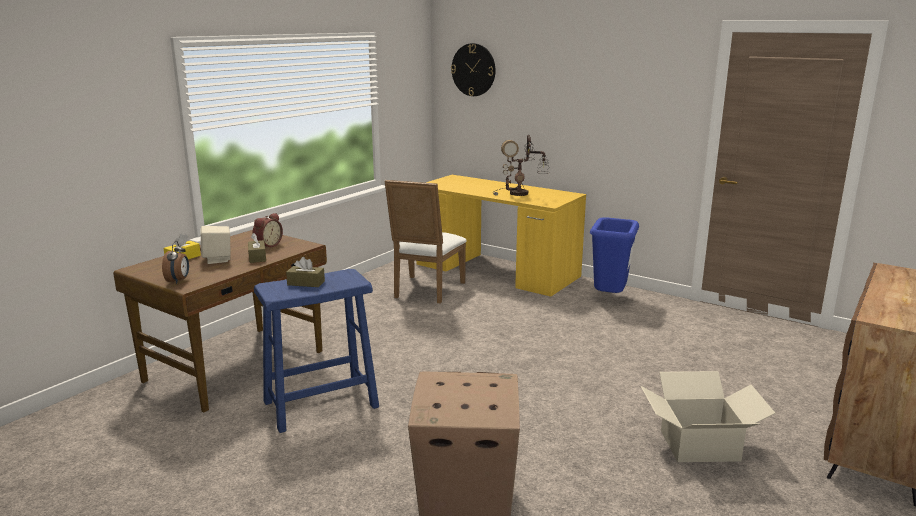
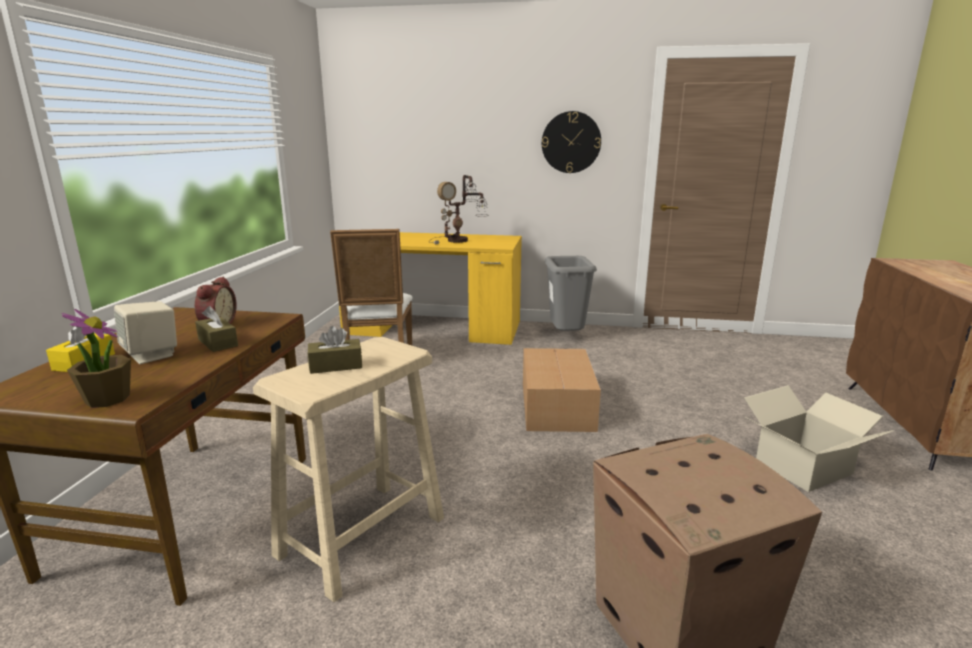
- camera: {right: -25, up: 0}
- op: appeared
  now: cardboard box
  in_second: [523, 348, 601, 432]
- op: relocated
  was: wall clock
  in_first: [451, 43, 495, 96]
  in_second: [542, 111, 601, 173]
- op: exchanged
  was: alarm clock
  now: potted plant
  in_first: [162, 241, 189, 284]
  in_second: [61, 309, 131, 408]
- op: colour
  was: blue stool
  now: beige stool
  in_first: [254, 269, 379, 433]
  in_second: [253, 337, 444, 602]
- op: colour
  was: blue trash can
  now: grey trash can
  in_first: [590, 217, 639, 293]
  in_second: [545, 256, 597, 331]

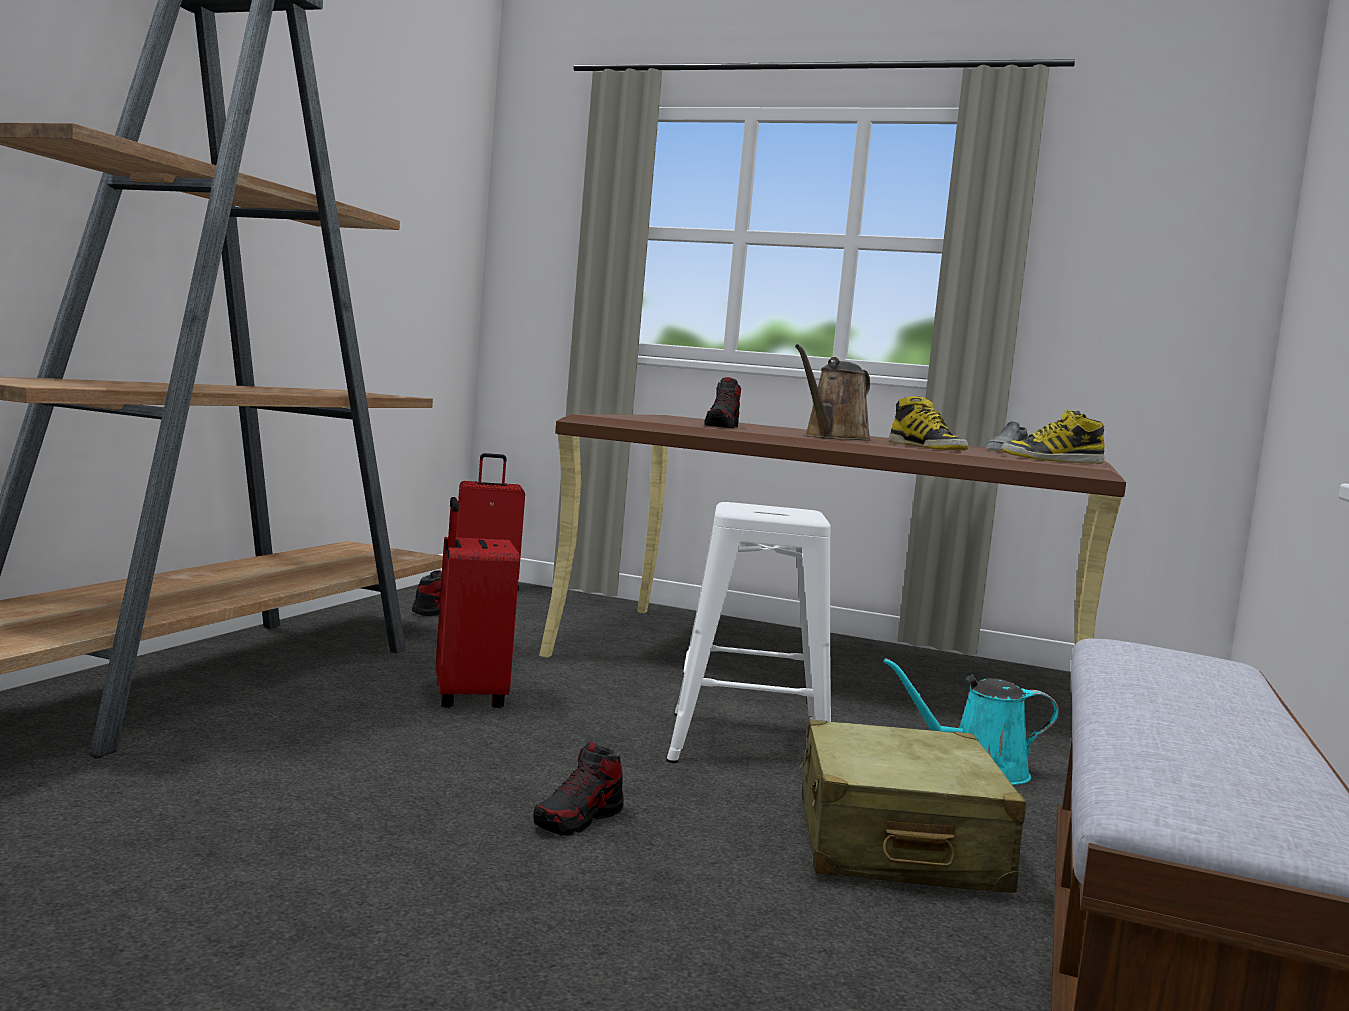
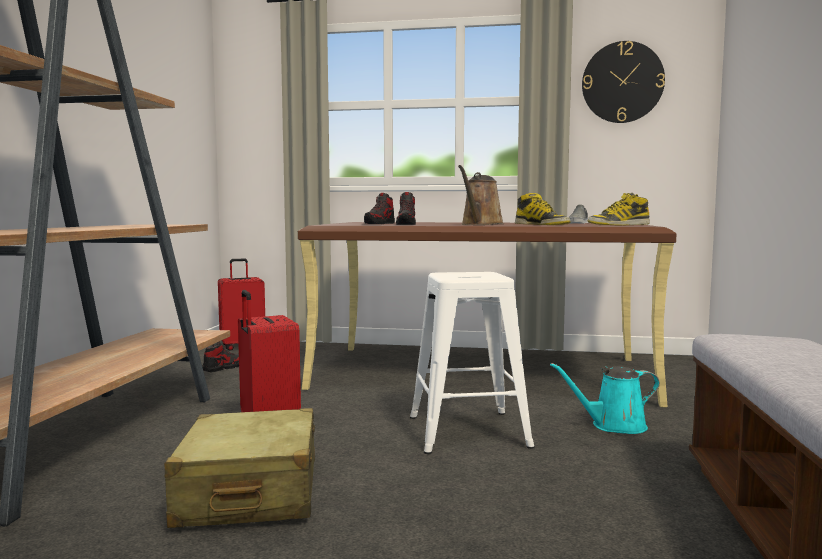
- camera: {right: -10, up: 0}
- op: appeared
  now: wall clock
  in_second: [582, 41, 665, 123]
- op: relocated
  was: shoe
  in_first: [533, 741, 624, 836]
  in_second: [364, 193, 395, 224]
- op: relocated
  was: beige suitcase
  in_first: [799, 719, 1027, 893]
  in_second: [164, 408, 315, 528]

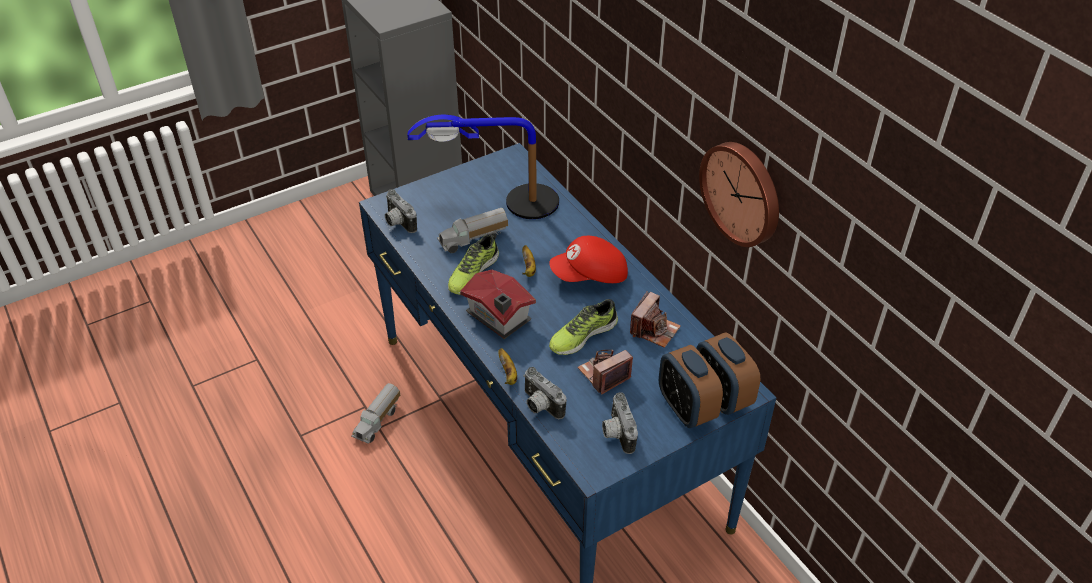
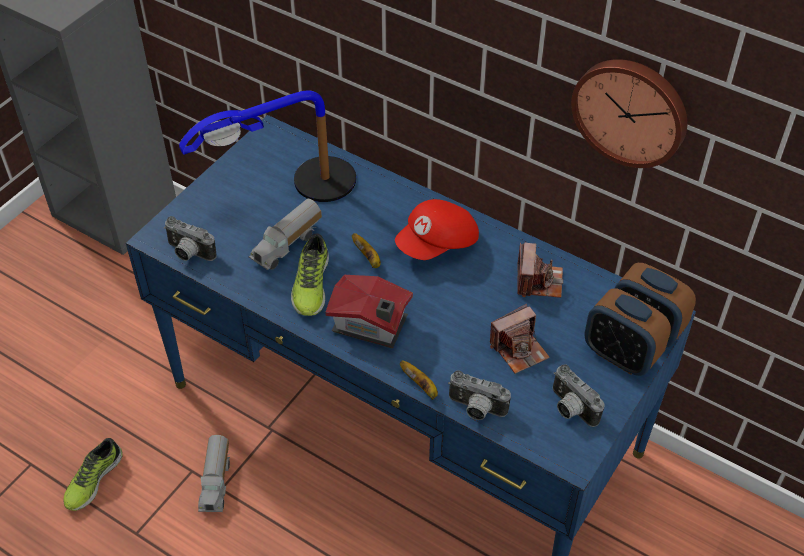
- camera: {right: -25, up: 5}
- op: relocated
  was: shoe
  in_first: [549, 299, 618, 355]
  in_second: [64, 438, 123, 511]
- op: spun
  was: photo camera
  in_first: [577, 350, 633, 395]
  in_second: [490, 304, 549, 374]
  clockwise: -150

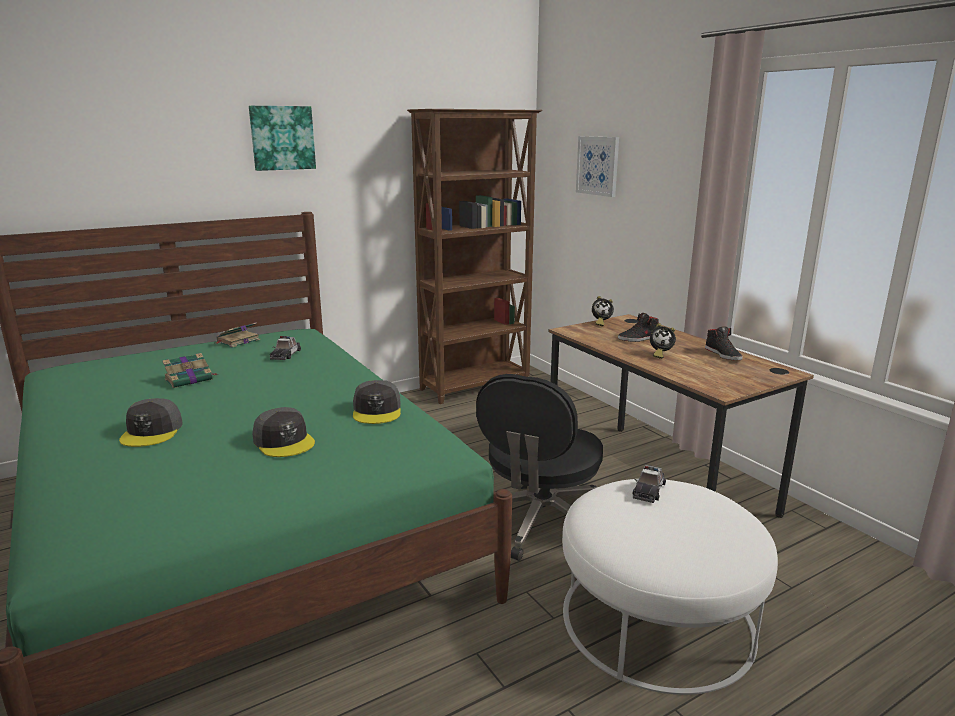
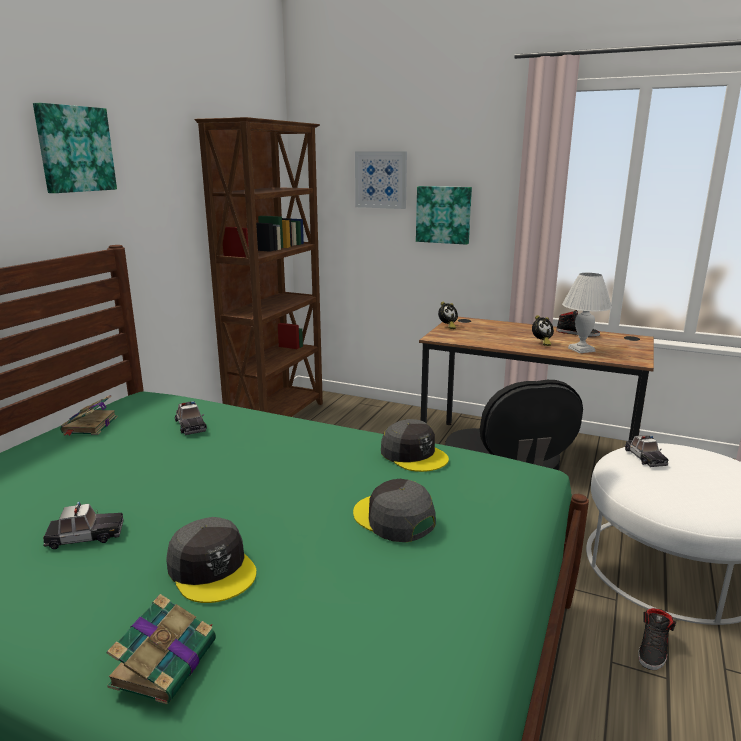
- camera: {right: -35, up: 0}
- op: appeared
  now: toy car
  in_second: [43, 502, 124, 549]
- op: appeared
  now: picture
  in_second: [416, 186, 472, 245]
- op: appeared
  now: white table lamp
  in_second: [562, 273, 612, 354]
- op: relocated
  was: book
  in_first: [162, 353, 218, 388]
  in_second: [107, 594, 216, 704]
- op: relocated
  was: black shoe
  in_first: [618, 313, 659, 342]
  in_second: [638, 608, 676, 670]
- op: spun
  was: grey cap
  in_first: [252, 407, 315, 457]
  in_second: [353, 479, 436, 542]
  clockwise: -150

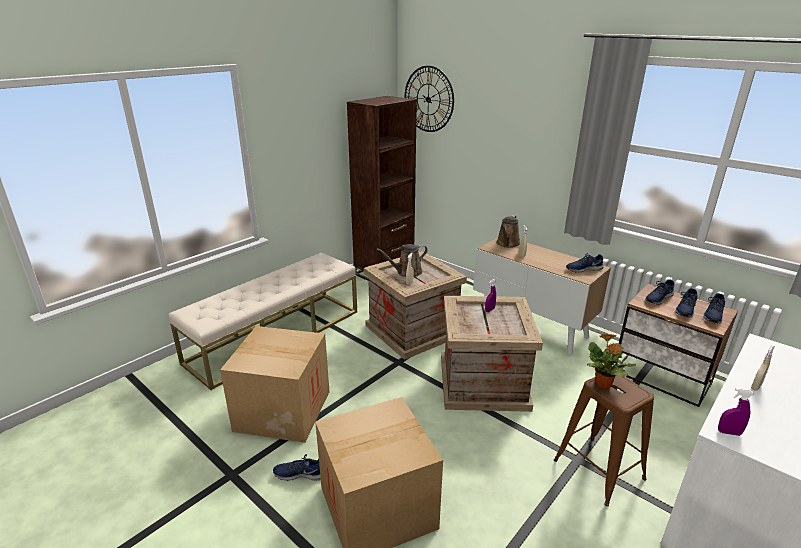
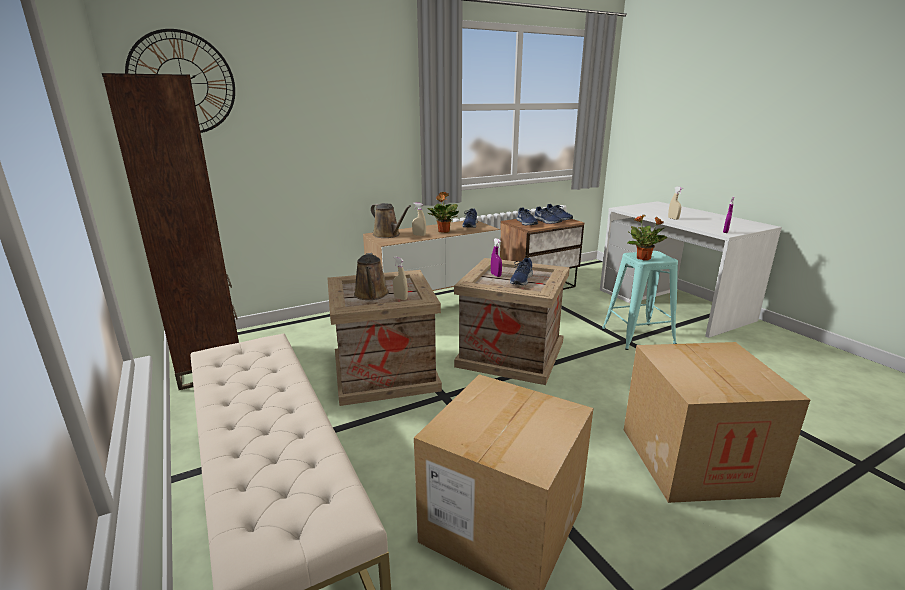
- camera: {right: -70, up: -5}
- op: appeared
  now: potted plant
  in_second: [428, 192, 459, 233]
- op: relocated
  was: blue shoe
  in_first: [273, 454, 321, 481]
  in_second: [510, 258, 533, 285]
- op: colour
  was: brown stool
  now: turquoise stool
  in_first: [554, 376, 654, 506]
  in_second: [602, 251, 678, 350]

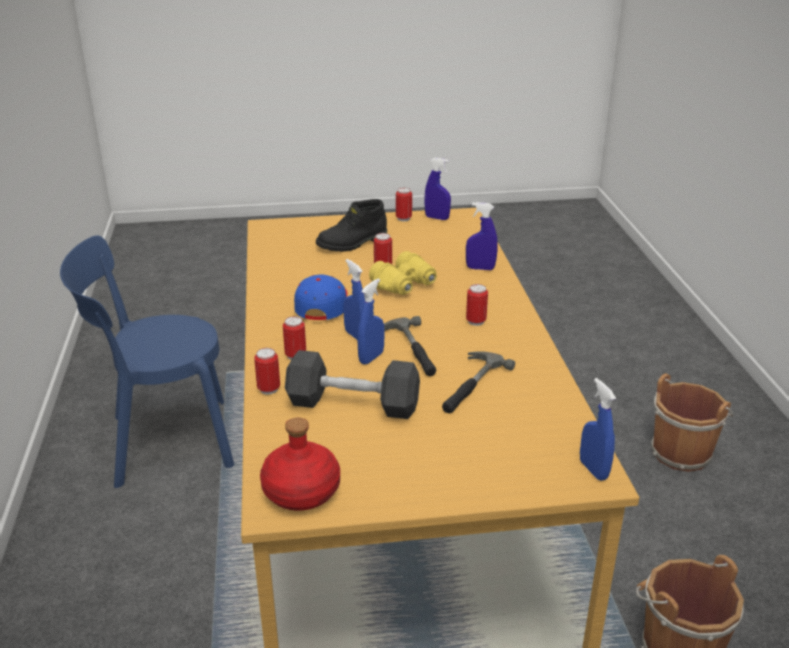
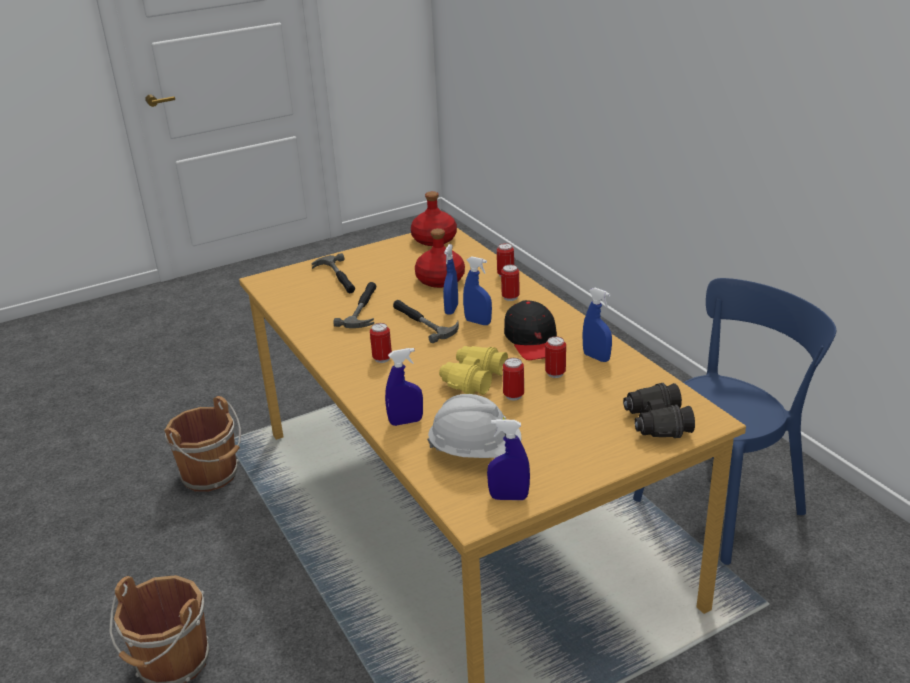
- camera: {right: 160, up: 0}
- op: missing
  was: black boot
  in_first: [316, 199, 387, 252]
- op: appeared
  now: hammer
  in_second: [312, 253, 355, 293]
- op: appeared
  now: white hard hat
  in_second: [427, 394, 521, 458]
- op: appeared
  now: black binoculars
  in_second: [623, 383, 695, 438]
- op: relocated
  was: can
  in_first: [396, 188, 412, 221]
  in_second: [545, 336, 566, 378]
- op: relocated
  was: blue spray bottle
  in_first: [580, 378, 616, 481]
  in_second: [582, 288, 612, 362]
- op: exchanged
  was: grey dumbbell
  now: red bottle
  in_first: [285, 350, 420, 419]
  in_second: [415, 228, 465, 288]
- op: colour
  was: blue cap
  now: black cap
  in_first: [294, 274, 347, 320]
  in_second: [504, 300, 557, 360]

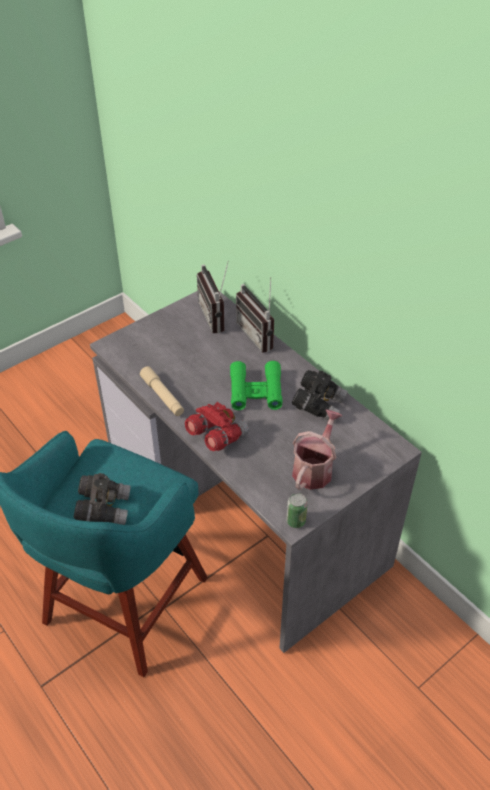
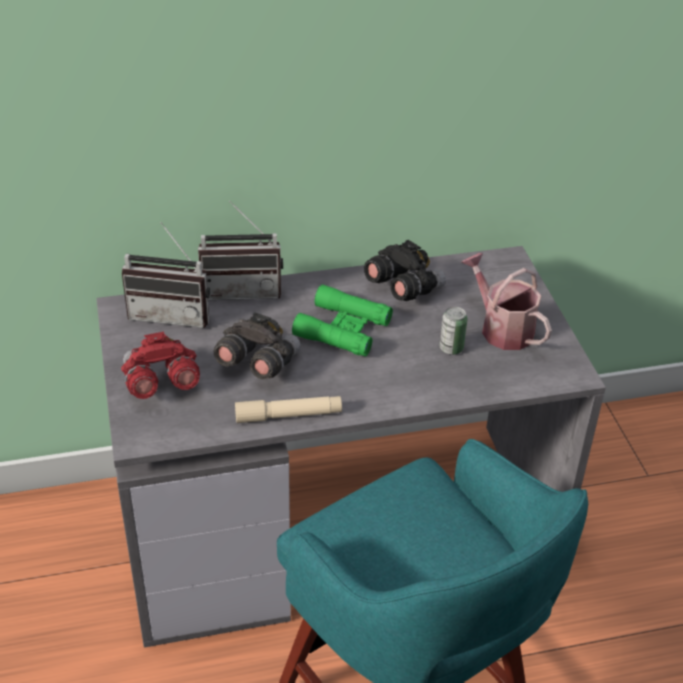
- camera: {right: -65, up: -5}
- op: relocated
  was: grey binoculars
  in_first: [73, 473, 131, 525]
  in_second: [214, 312, 301, 380]
- op: relocated
  was: red binoculars
  in_first: [185, 402, 249, 451]
  in_second: [121, 332, 200, 399]
- op: relocated
  was: can
  in_first: [286, 493, 308, 528]
  in_second: [440, 307, 467, 355]

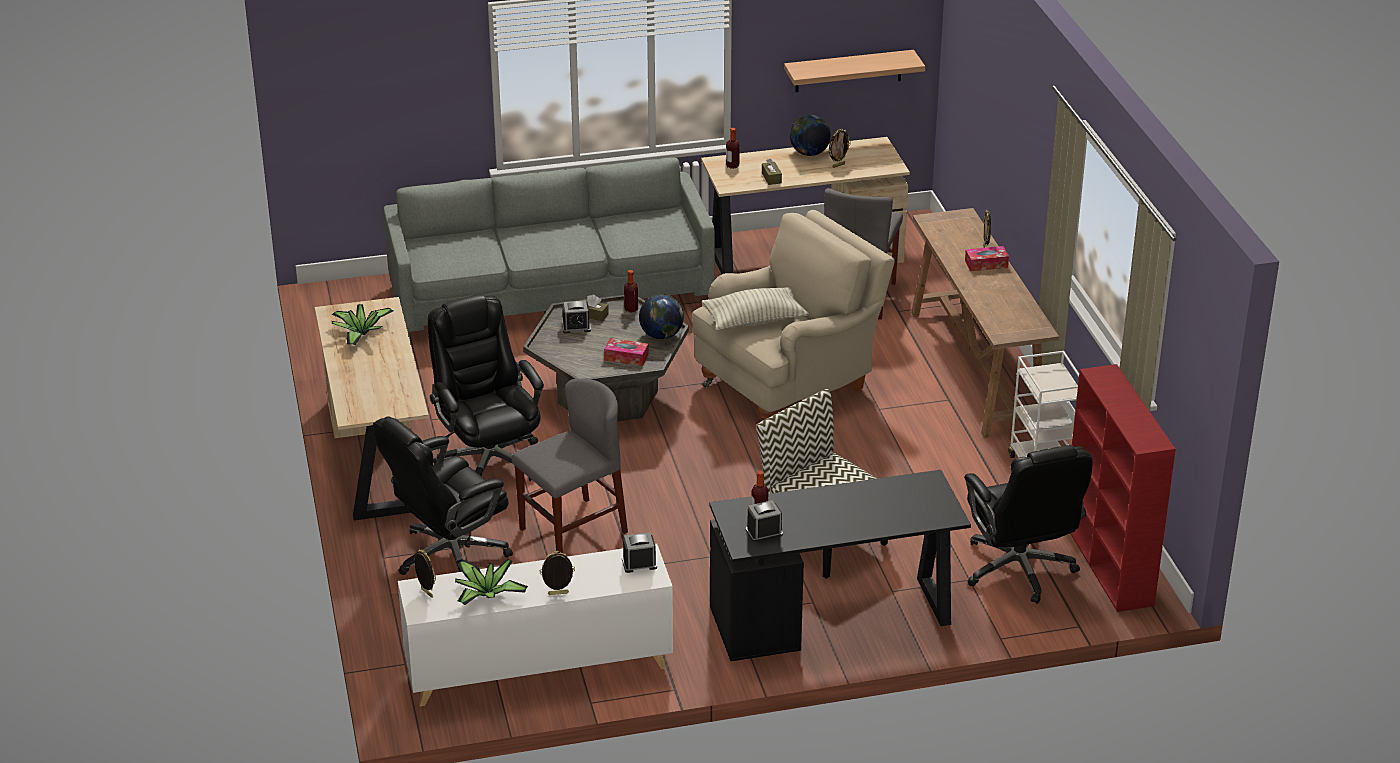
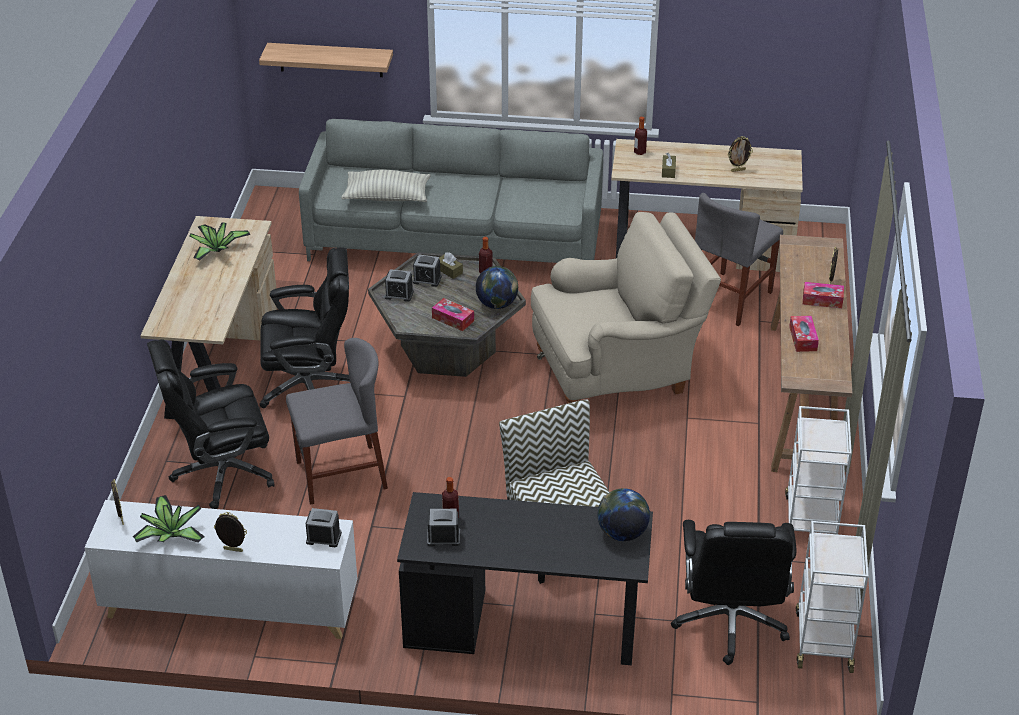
- camera: {right: 20, up: 5}
- op: appeared
  now: alarm clock
  in_second: [385, 269, 414, 302]
- op: appeared
  now: tissue box
  in_second: [789, 316, 819, 352]
- op: relocated
  was: pillow
  in_first: [702, 287, 809, 330]
  in_second: [341, 170, 431, 202]
- op: relocated
  was: shelf
  in_first: [784, 50, 925, 92]
  in_second: [259, 43, 393, 77]
- op: relocated
  was: globe
  in_first: [790, 115, 831, 156]
  in_second: [598, 488, 650, 541]
- op: exchanged
  was: red bookcase
  now: white cart
  in_first: [1070, 364, 1176, 612]
  in_second: [796, 521, 868, 673]
- op: spun
  was: black office chair
  in_first: [428, 294, 544, 481]
  in_second: [259, 247, 350, 408]
  clockwise: 90

